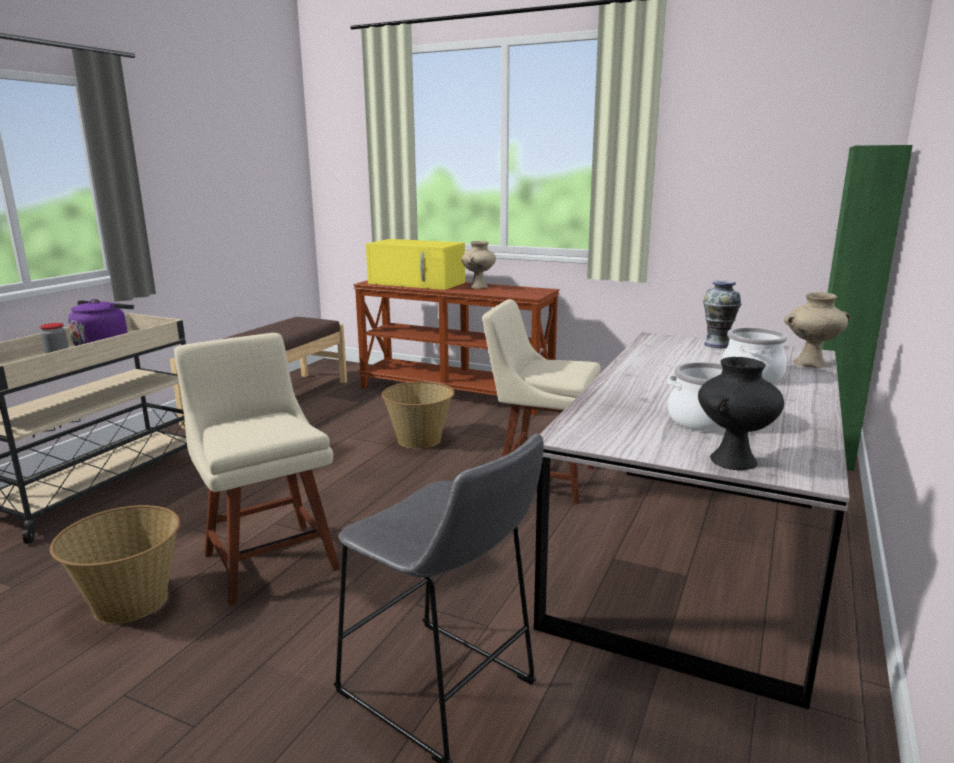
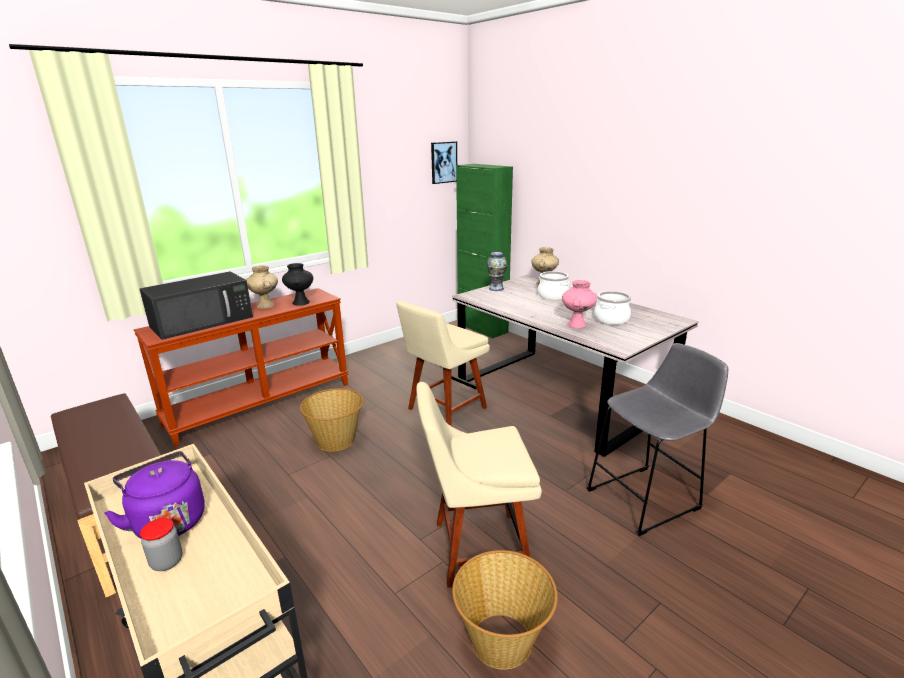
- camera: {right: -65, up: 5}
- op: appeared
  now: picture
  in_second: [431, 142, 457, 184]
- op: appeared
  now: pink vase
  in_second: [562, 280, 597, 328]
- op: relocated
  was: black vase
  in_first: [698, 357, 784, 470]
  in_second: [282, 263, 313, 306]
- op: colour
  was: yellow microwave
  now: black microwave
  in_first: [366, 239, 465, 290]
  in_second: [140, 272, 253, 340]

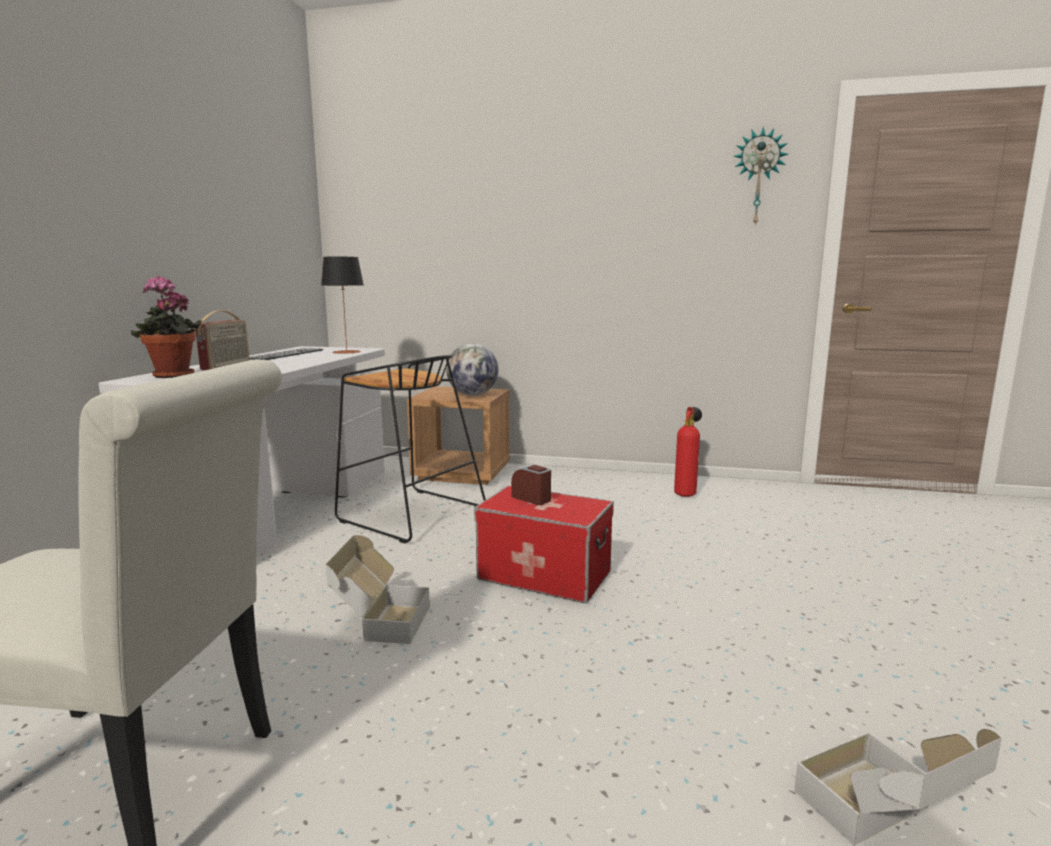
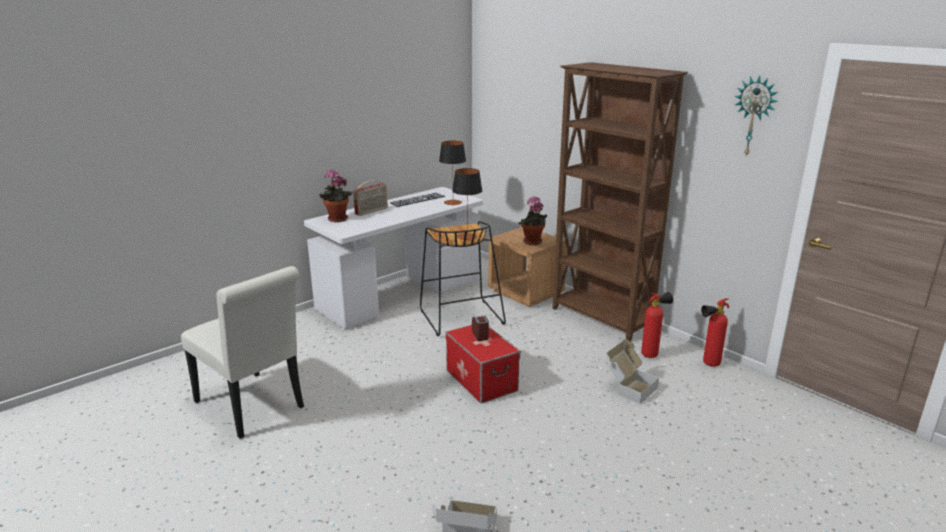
- camera: {right: 35, up: 10}
- op: appeared
  now: table lamp
  in_second: [452, 168, 482, 240]
- op: appeared
  now: brown bookcase
  in_second: [552, 62, 688, 341]
- op: appeared
  now: fire extinguisher
  in_second: [701, 298, 729, 367]
- op: relocated
  was: cardboard box
  in_first: [326, 535, 430, 644]
  in_second: [606, 340, 659, 404]
- op: exchanged
  was: globe
  now: potted plant
  in_first: [446, 343, 498, 396]
  in_second: [518, 196, 547, 245]

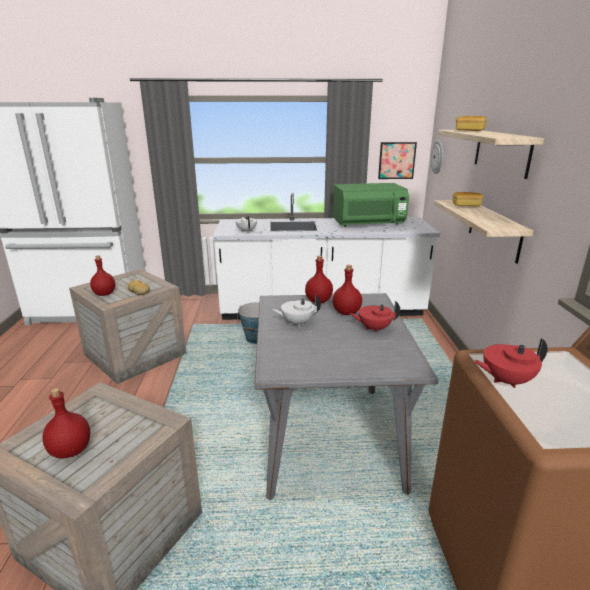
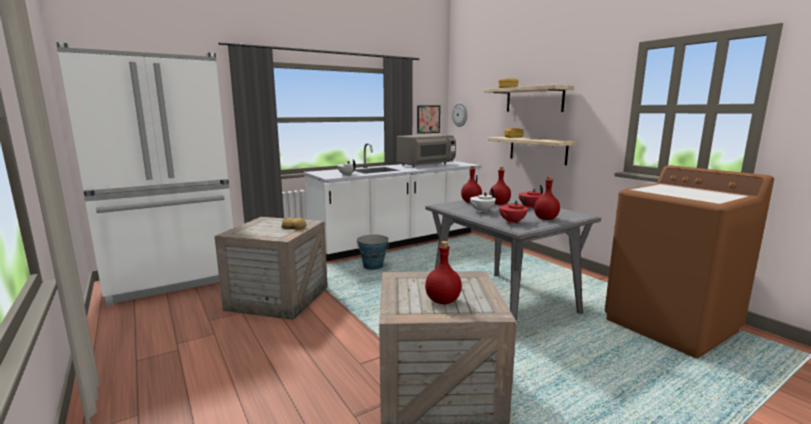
- camera: {right: -30, up: -10}
- op: relocated
  was: red bottle
  in_first: [90, 255, 115, 296]
  in_second: [534, 176, 560, 220]
- op: relocated
  was: red teapot
  in_first: [474, 338, 547, 388]
  in_second: [499, 196, 528, 224]
- op: colour
  was: green microwave
  now: grey microwave
  in_first: [333, 183, 409, 227]
  in_second: [397, 134, 456, 167]

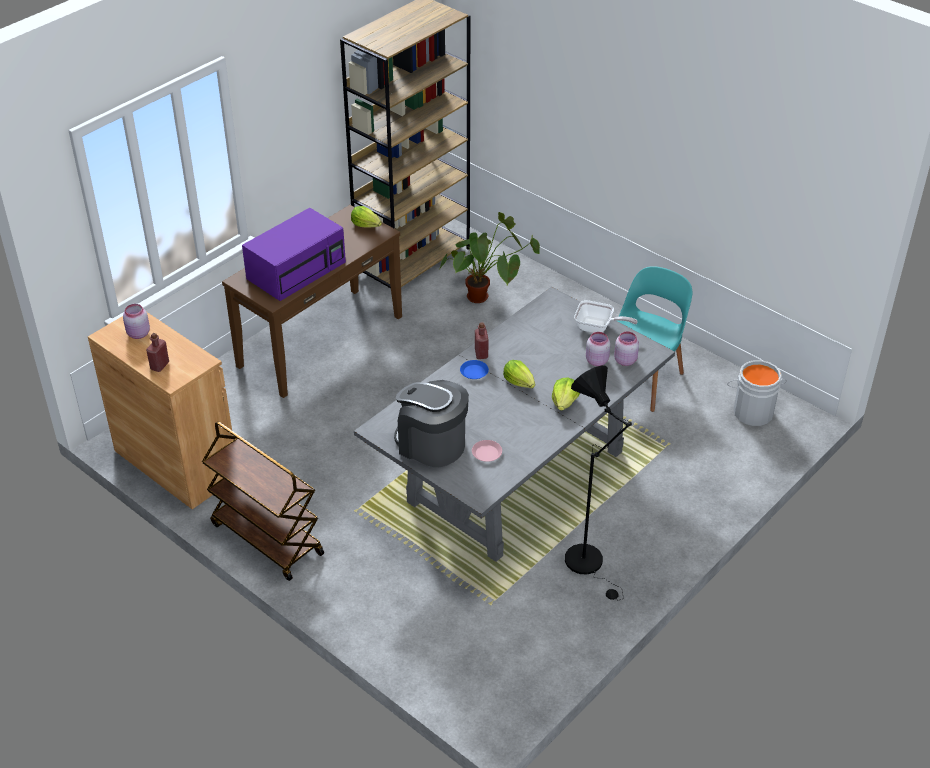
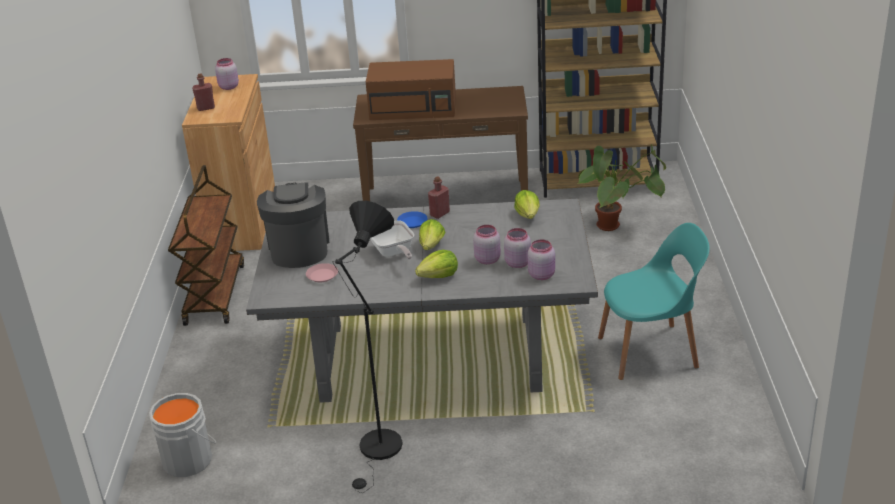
- camera: {right: 50, up: -10}
- op: appeared
  now: pink jar
  in_second: [473, 225, 501, 264]
- op: relocated
  was: lettuce
  in_first: [351, 206, 382, 228]
  in_second: [514, 190, 540, 219]
- op: relocated
  was: frying pan
  in_first: [574, 300, 638, 333]
  in_second: [371, 221, 414, 259]
- op: relocated
  was: grey bucket
  in_first: [727, 360, 787, 426]
  in_second: [149, 393, 217, 477]
- op: colour
  was: purple microwave
  now: brown microwave
  in_first: [242, 208, 346, 301]
  in_second: [366, 59, 456, 120]

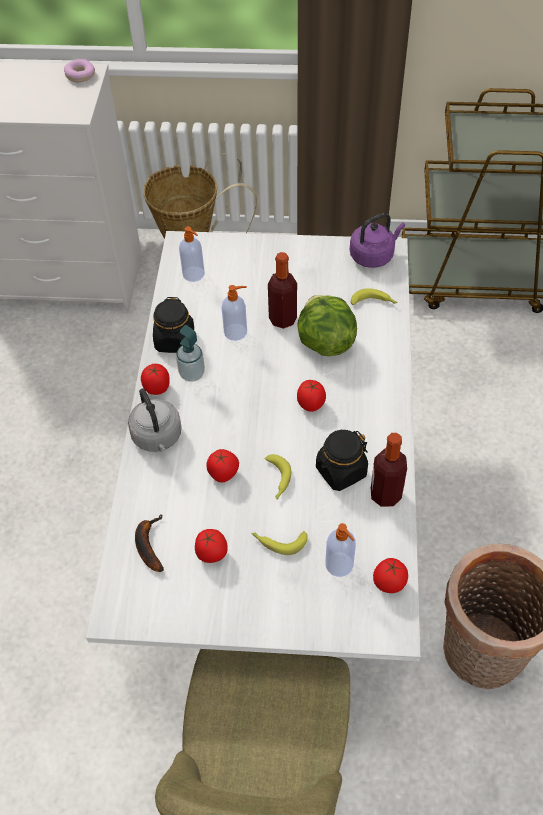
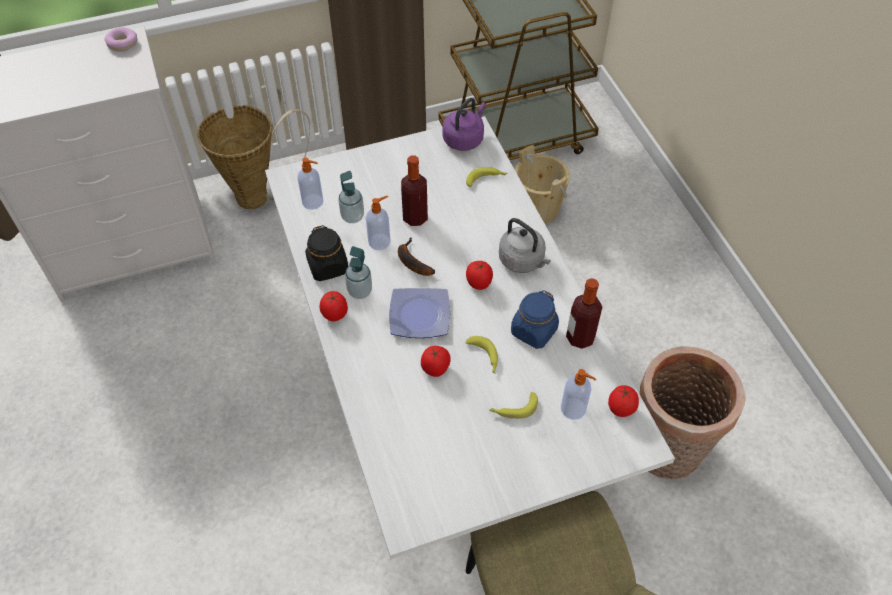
- camera: {right: -25, up: 0}
- op: missing
  was: tomato
  in_first: [195, 529, 228, 563]
- op: missing
  was: lettuce
  in_first: [297, 295, 357, 356]
- op: appeared
  now: soap dispenser
  in_second: [338, 171, 364, 223]
- op: appeared
  now: plate
  in_second: [389, 288, 450, 338]
- op: appeared
  now: beige bucket
  in_second: [515, 145, 570, 224]
- op: relocated
  was: grey kettle
  in_first: [128, 388, 182, 452]
  in_second: [499, 218, 551, 273]
- op: relocated
  was: banana
  in_first: [135, 514, 164, 572]
  in_second: [398, 238, 435, 276]
- op: colour
  was: black jar
  now: blue jar
  in_first: [316, 430, 368, 491]
  in_second: [511, 290, 559, 349]

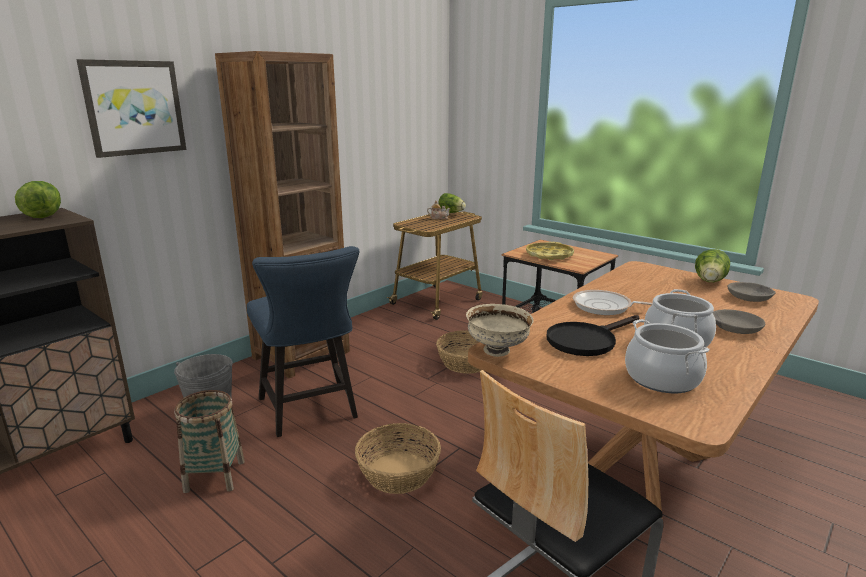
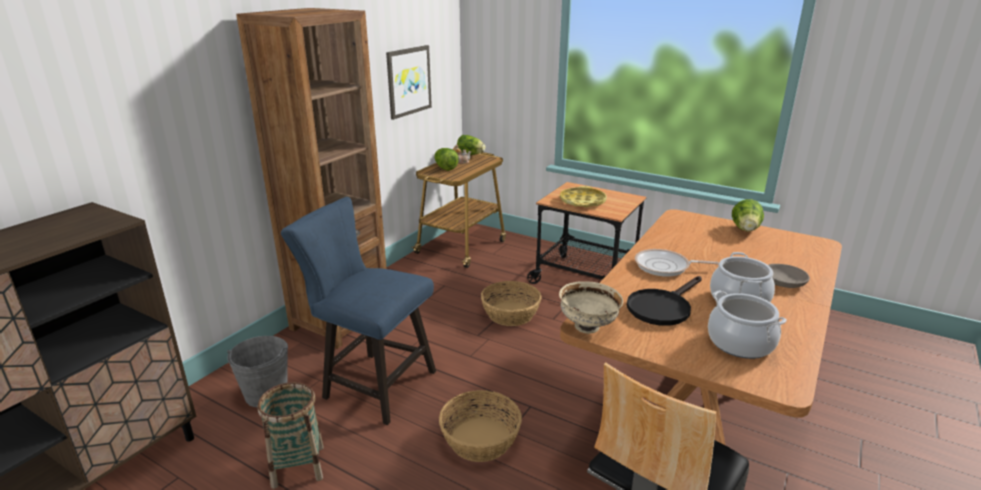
- camera: {right: -10, up: 5}
- op: missing
  was: grey bowl
  in_first: [728, 282, 776, 302]
- op: relocated
  was: lettuce
  in_first: [15, 181, 61, 218]
  in_second: [434, 148, 459, 171]
- op: relocated
  was: picture
  in_first: [76, 59, 186, 158]
  in_second: [386, 45, 432, 120]
- op: spun
  was: blue chair
  in_first: [247, 246, 359, 437]
  in_second: [281, 197, 436, 425]
  clockwise: 150

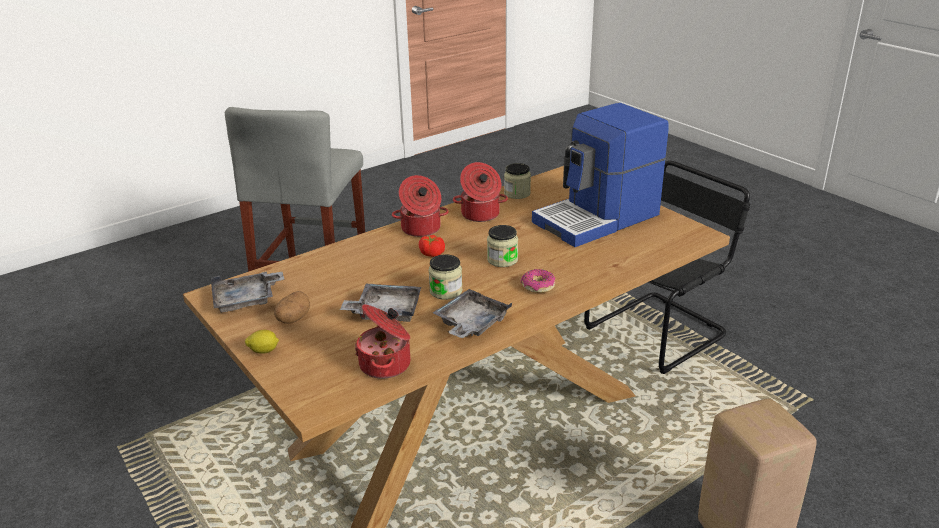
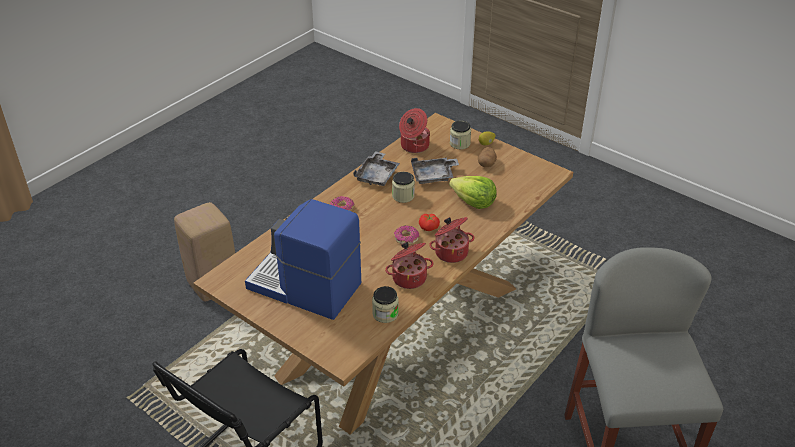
- camera: {right: 165, up: 10}
- op: missing
  was: grey tray
  in_first: [211, 272, 284, 312]
- op: appeared
  now: donut
  in_second: [394, 225, 419, 245]
- op: appeared
  now: lettuce
  in_second: [449, 176, 497, 209]
- op: relocated
  was: jar
  in_first: [487, 225, 518, 267]
  in_second: [450, 120, 471, 149]
- op: spun
  was: coffee machine
  in_first: [532, 103, 669, 247]
  in_second: [245, 199, 361, 320]
  clockwise: -105

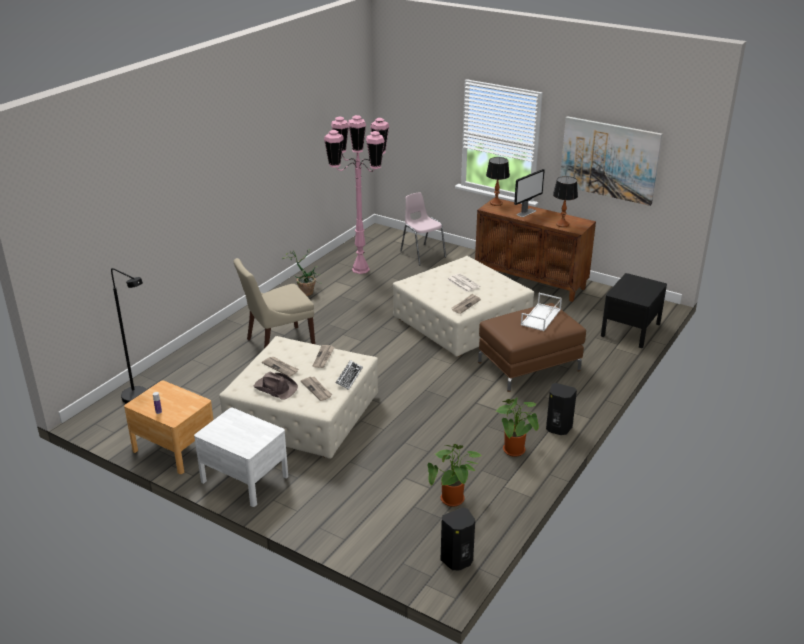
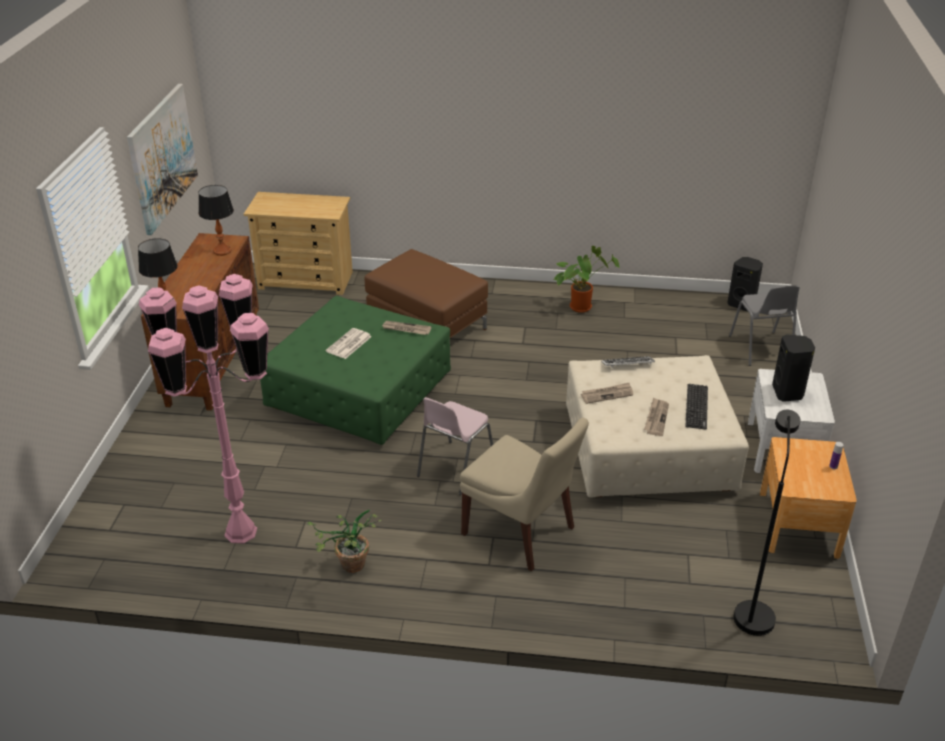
- camera: {right: -115, up: 5}
- op: missing
  was: newspaper
  in_first: [301, 377, 332, 401]
- op: missing
  was: potted plant
  in_first: [427, 444, 482, 507]
- op: missing
  was: monitor
  in_first: [514, 169, 545, 217]
- op: missing
  was: white tray
  in_first: [521, 293, 562, 331]
- op: appeared
  now: grey chair
  in_second: [729, 285, 800, 366]
- op: relocated
  was: pink chair
  in_first: [400, 193, 446, 265]
  in_second: [417, 397, 493, 495]
- op: relocated
  was: black speaker
  in_first: [546, 383, 577, 435]
  in_second: [772, 334, 815, 402]
- op: exchanged
  was: brown hat
  now: keyboard
  in_first: [254, 371, 298, 399]
  in_second: [685, 384, 708, 430]
- op: exchanged
  was: black nightstand
  now: beige dresser
  in_first: [601, 273, 667, 348]
  in_second: [244, 192, 353, 295]
- op: colour
  was: beige ottoman
  now: green ottoman
  in_first: [393, 256, 534, 357]
  in_second: [260, 296, 451, 445]

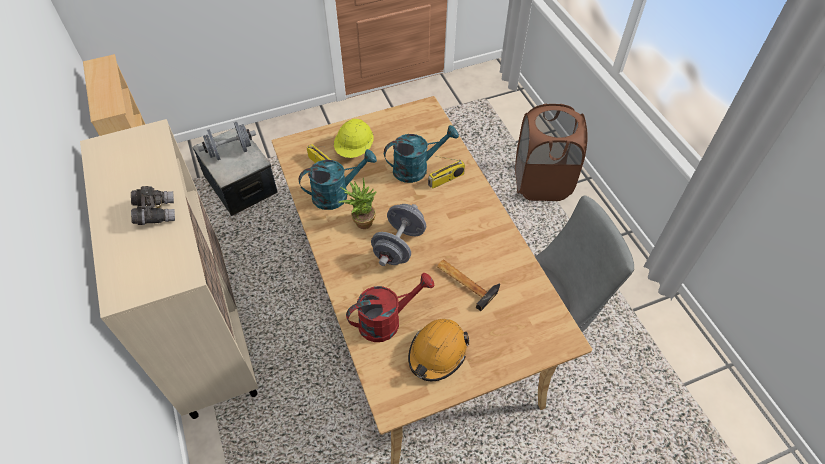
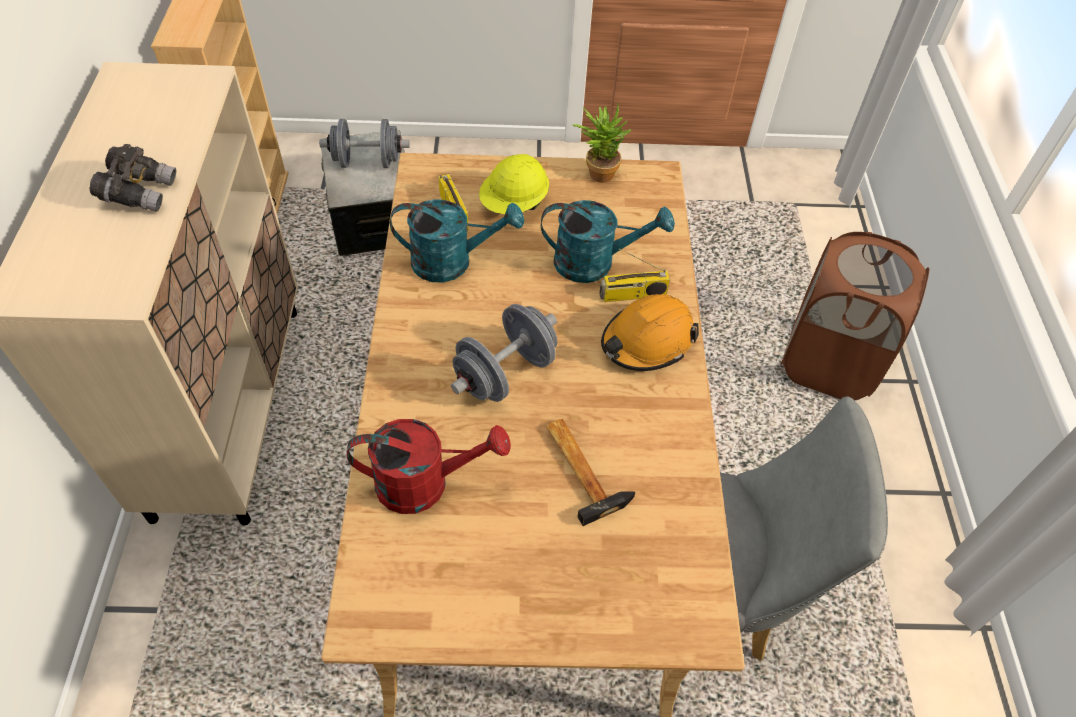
- camera: {right: 20, up: 0}
- op: relocated
  was: potted plant
  in_first: [338, 178, 377, 229]
  in_second: [573, 102, 632, 183]
- op: relocated
  was: orange hard hat
  in_first: [408, 319, 469, 381]
  in_second: [601, 294, 699, 371]

